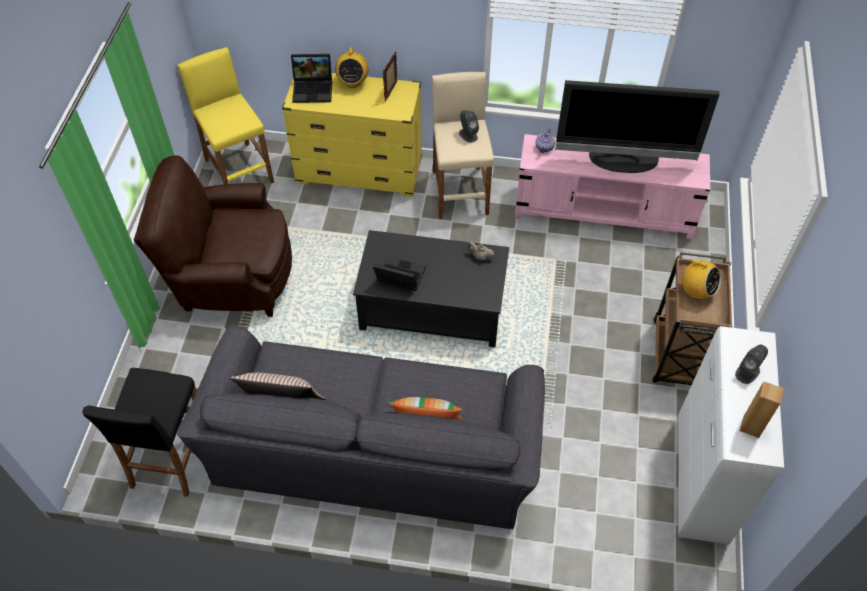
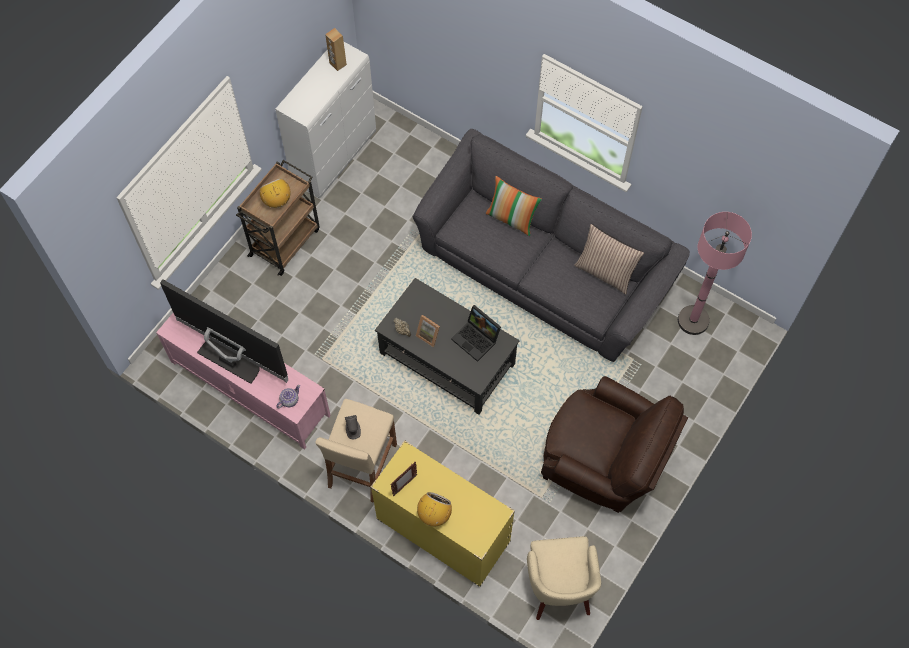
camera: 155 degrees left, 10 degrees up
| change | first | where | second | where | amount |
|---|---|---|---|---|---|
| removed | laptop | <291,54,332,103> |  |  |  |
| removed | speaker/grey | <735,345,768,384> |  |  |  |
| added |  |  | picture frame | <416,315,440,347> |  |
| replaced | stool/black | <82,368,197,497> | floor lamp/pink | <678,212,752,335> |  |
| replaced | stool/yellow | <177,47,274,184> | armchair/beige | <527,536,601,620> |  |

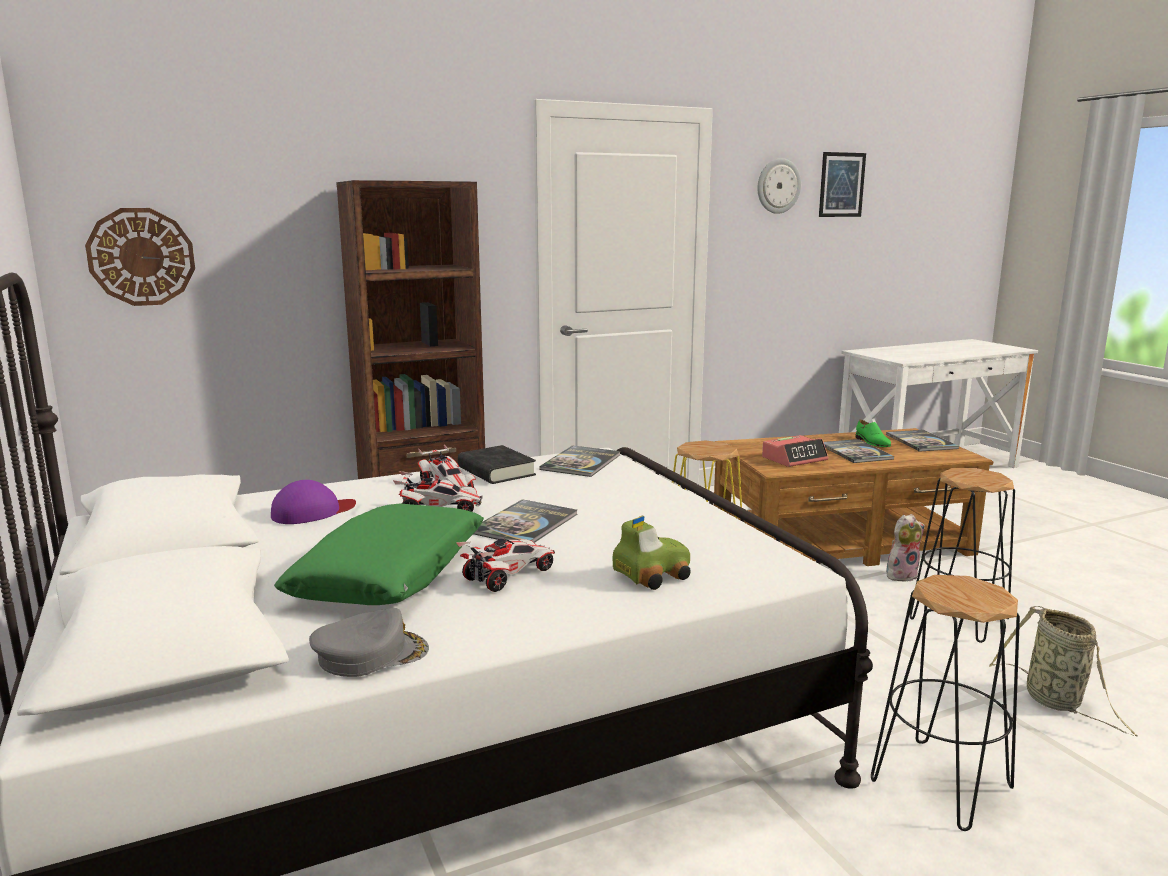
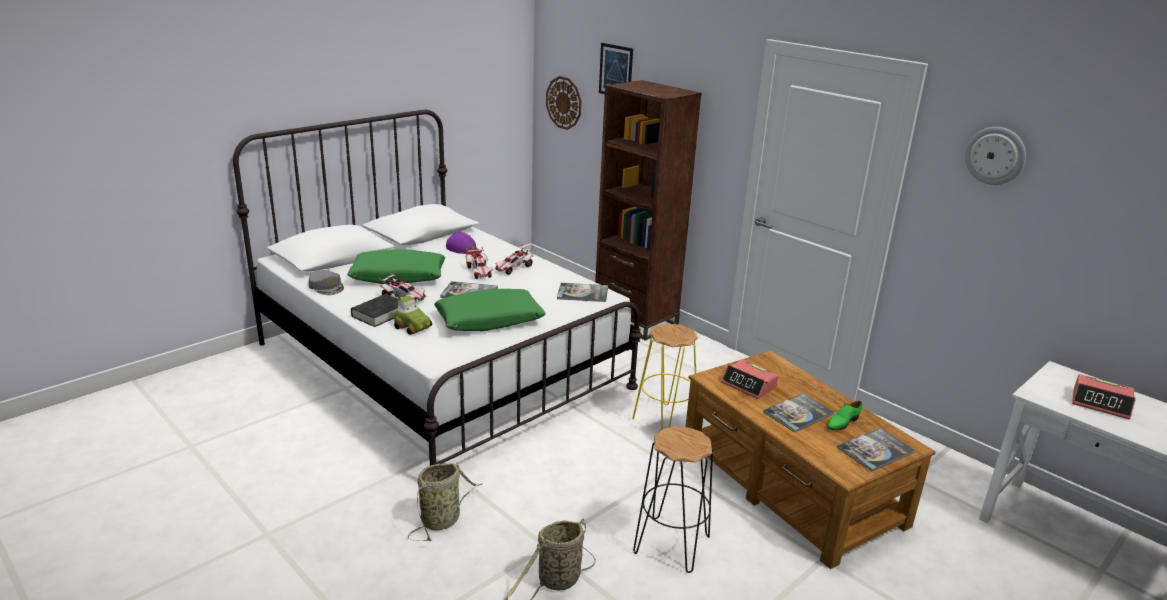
camera: 70 degrees right, 10 degrees up
| change | first | where | second | where | amount |
|---|---|---|---|---|---|
| removed | plush toy | <886,514,925,581> |  |  |  |
| added |  |  | pillow/green | <434,289,546,331> |  |
| added |  |  | alarm clock | <1072,374,1136,420> |  |
| moved | book/black | <458,445,536,484> |  | <351,294,398,327> |  |
| moved | picture | <819,152,866,217> |  | <599,43,633,94> |  |
| replaced | stool/black | <871,575,1020,831> | basket | <408,463,482,541> |  |

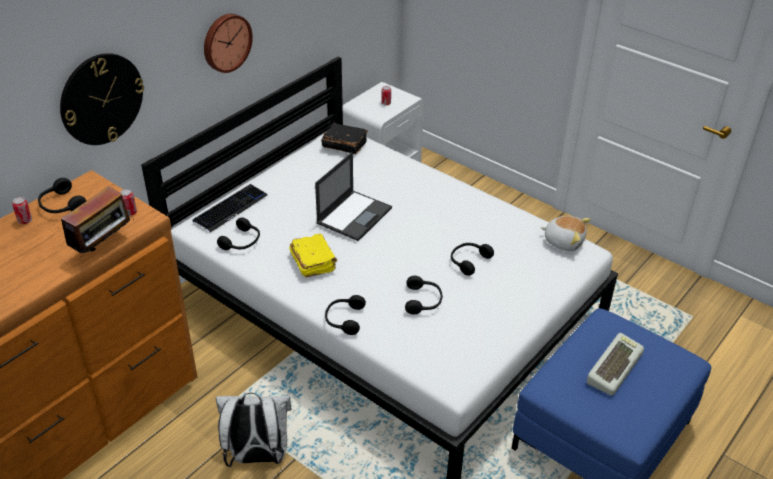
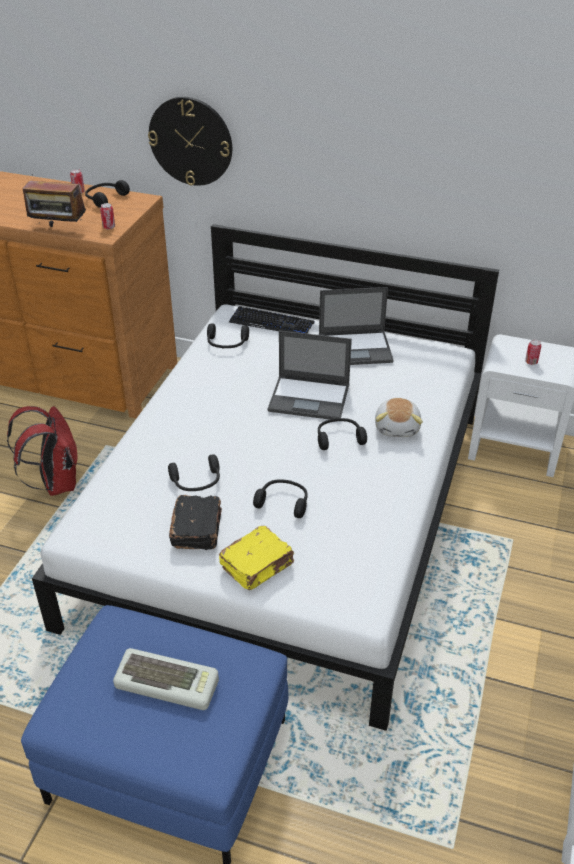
camera: 70 degrees right, 0 degrees up
| change | first | where | second | where | amount |
|---|---|---|---|---|---|
| removed | wall clock | <204,14,253,73> |  |  |  |
| added |  |  | laptop | <319,287,394,365> |  |
| moved | book/yellow | <289,234,337,277> |  | <219,526,294,590> |  |
| moved | book/black | <321,123,368,154> |  | <169,495,222,550> |  |
| moved | headphones/black | <325,295,366,335> |  | <318,418,367,450> |  |
| moved | plush toy | <541,216,591,251> |  | <375,398,423,437> |  |
| recoloured | backpack/white | <216,393,291,467> | backpack/red | <7,406,77,496> |  |

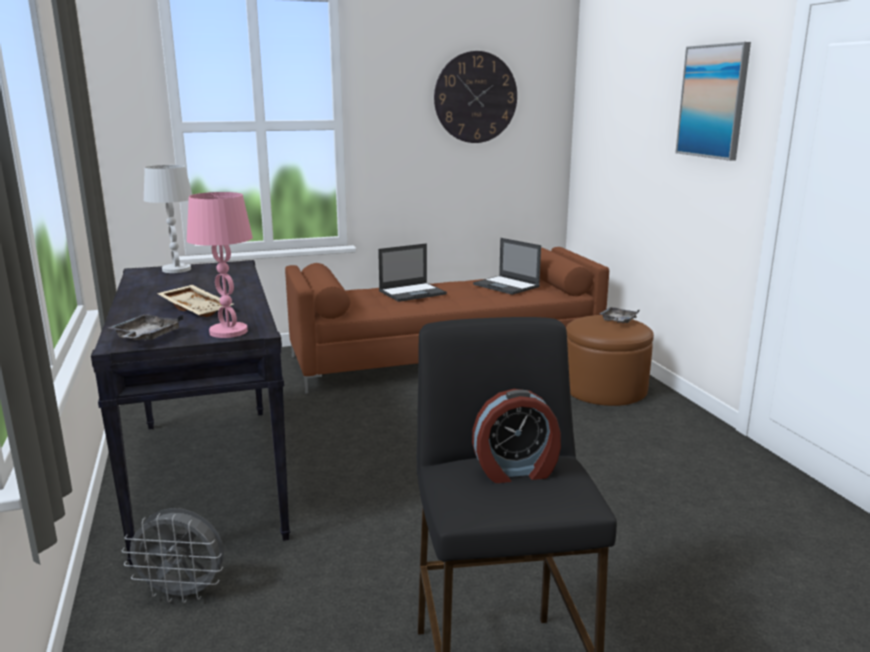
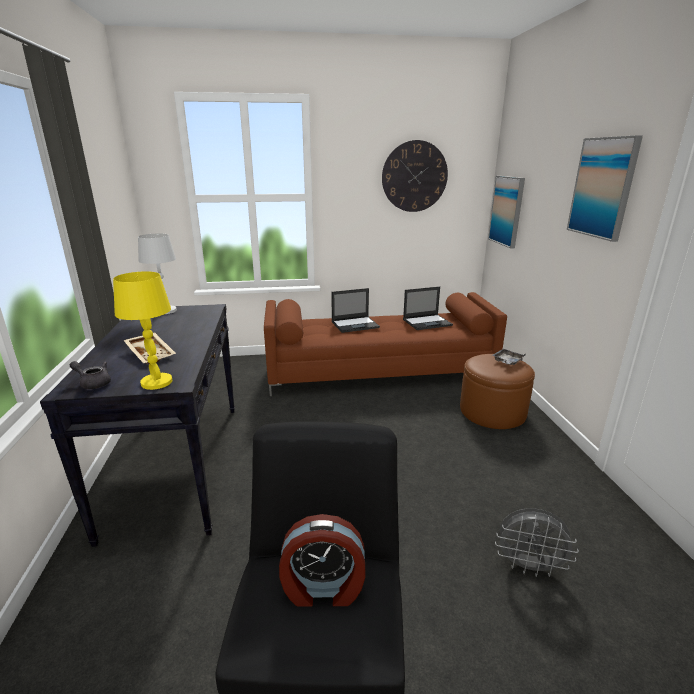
camera: 10 degrees right, 5 degrees up
| change | first | where | second | where | amount |
|---|---|---|---|---|---|
| added |  |  | picture | <488,176,525,249> |  |
| moved | fan/grey | <122,508,224,603> |  | <495,508,579,577> |  |
| replaced | tray/grey | <108,314,183,341> | teapot/grey | <70,361,111,389> |  |
| recoloured | table lamp/pink | <187,192,253,338> | table lamp/yellow | <113,271,172,390> |  |
| turned | laptop | <473,238,541,295> |  | <403,287,453,330> | 75 degrees counterclockwise |

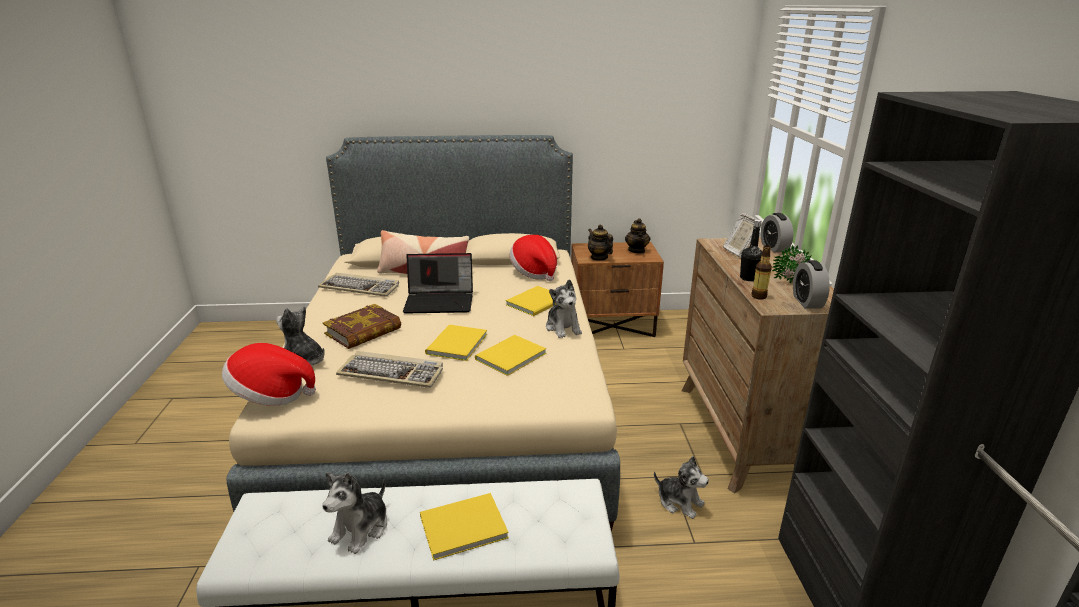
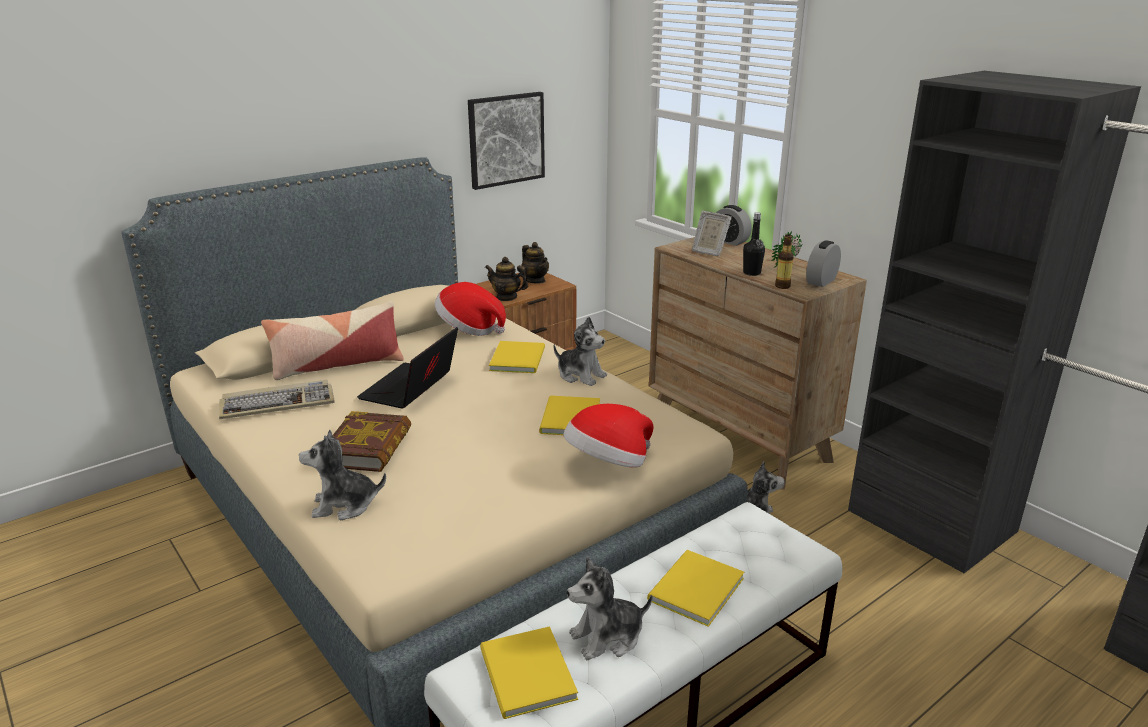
camera: 35 degrees left, 0 degrees up
| change | first | where | second | where | amount |
|---|---|---|---|---|---|
| removed | keyboard | <336,351,443,388> |  |  |  |
| added |  |  | picture | <468,92,545,190> |  |
| moved | hat | <222,343,316,406> |  | <563,404,653,468> |  |
| moved | book/yellow | <425,325,487,361> |  | <480,626,578,719> |  |
| turned | plush toy | <322,472,387,554> |  | <567,557,652,660> | 75 degrees clockwise |
| turned | laptop | <403,253,473,314> |  | <357,327,458,409> | 150 degrees clockwise |
| turned | alarm clock | <793,260,830,309> |  | <806,240,841,287> | 75 degrees clockwise |

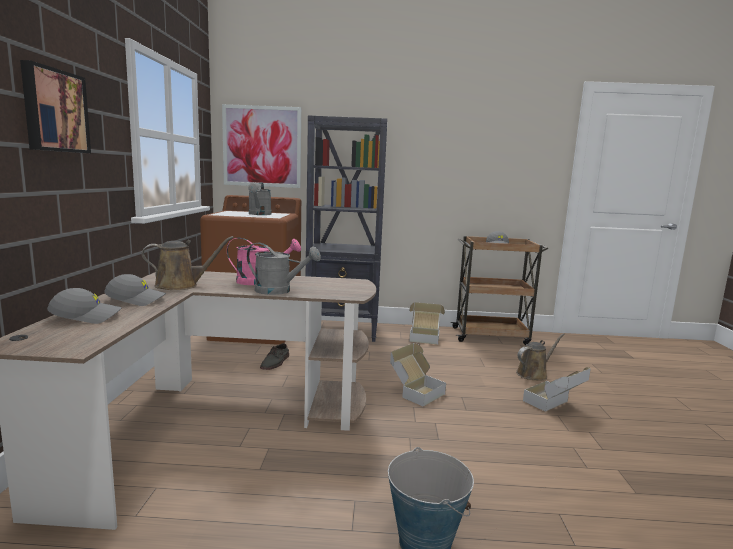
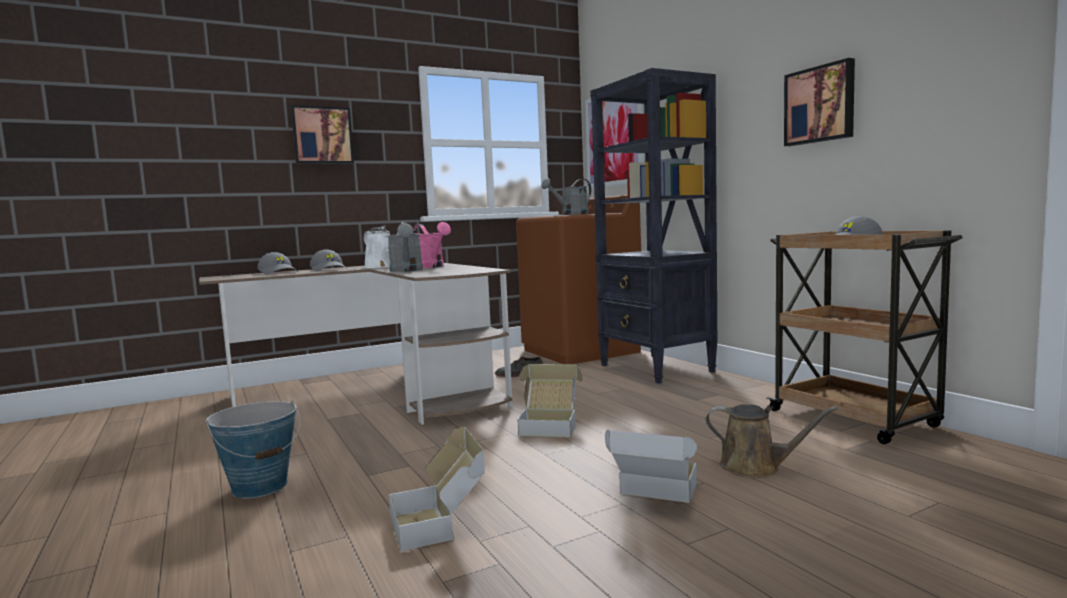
camera: 60 degrees right, 5 degrees down
| change | first | where | second | where | amount |
|---|---|---|---|---|---|
| added |  |  | picture | <784,58,855,146> |  |
| moved | cardboard box | <409,302,445,345> |  | <389,427,485,551> |  |
| recoloured | watering can/brown | <141,236,234,290> | watering can/white | <363,221,405,268> |  |

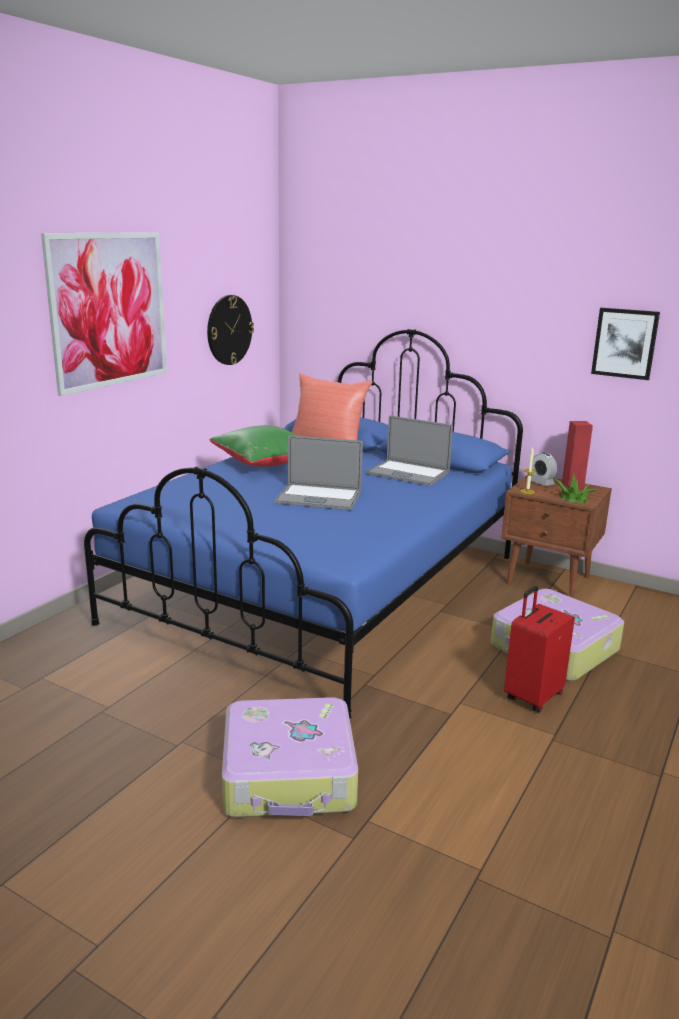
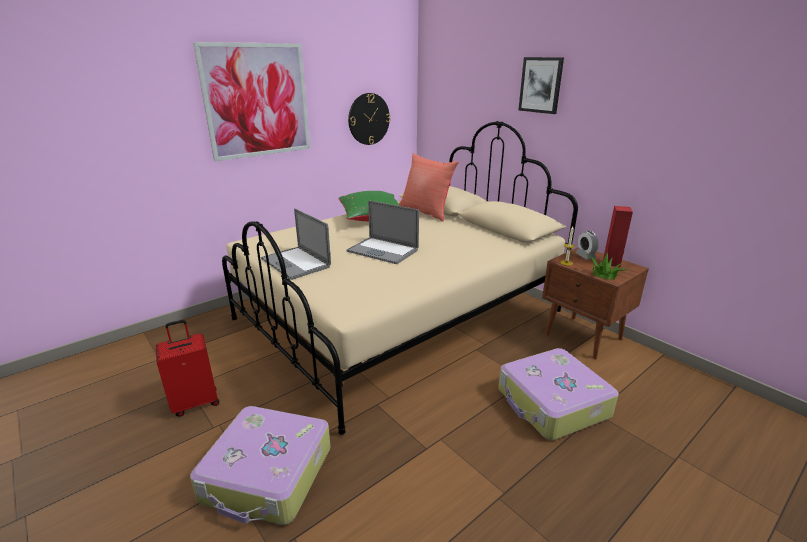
camera: 20 degrees right, 5 degrees up
| change | first | where | second | where | amount |
|---|---|---|---|---|---|
| moved | laptop | <366,415,453,486> |  | <261,208,331,280> |  |
| moved | suitcase/red | <504,586,575,712> |  | <156,320,219,417> |  |
| moved | picture | <591,308,660,380> |  | <519,57,564,114> |  |
| recoloured | bed/blue | <84,329,523,719> | bed/beige | <222,121,578,435> |  |

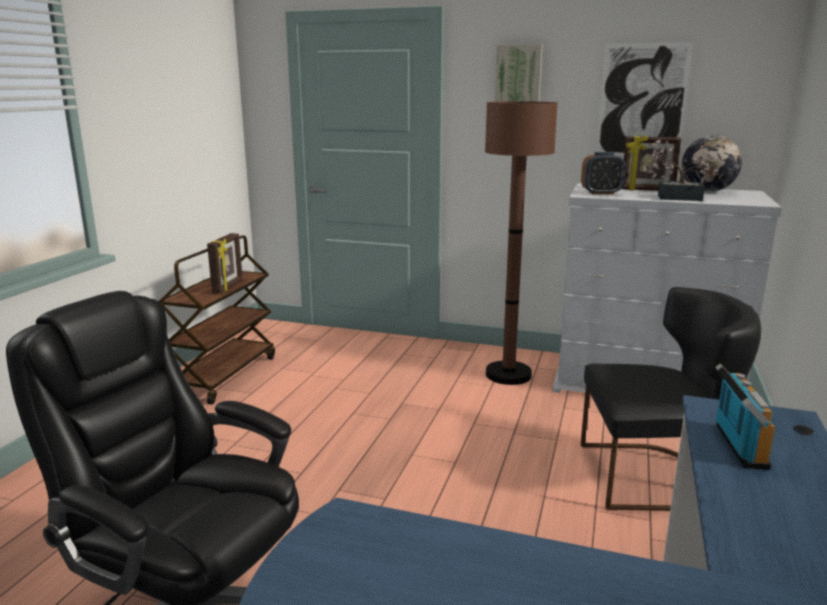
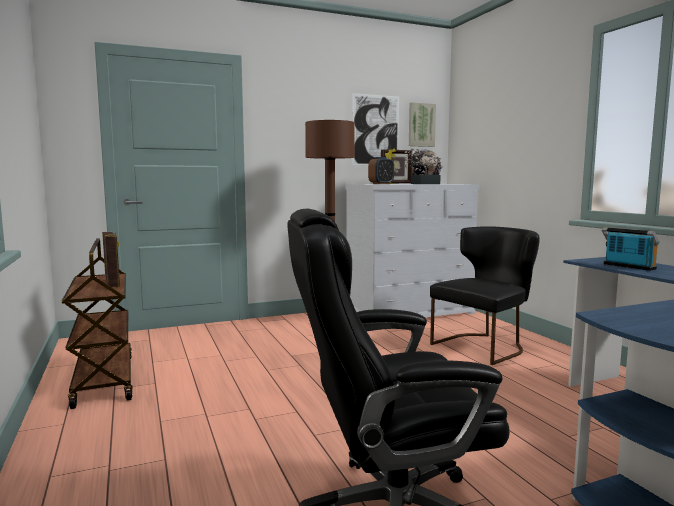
camera: 40 degrees left, 10 degrees down
| change | first | where | second | where | amount |
|---|---|---|---|---|---|
| moved | picture | <495,44,543,102> |  | <409,102,436,147> |  |

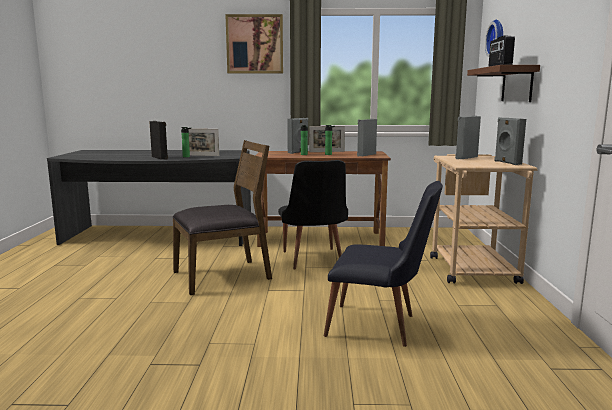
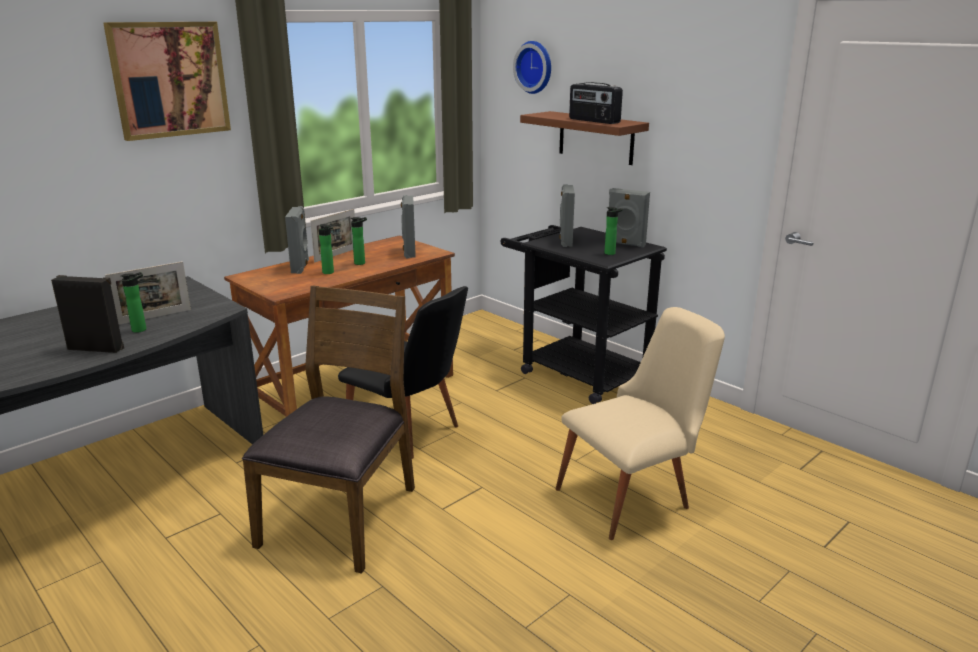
camera: 45 degrees left, 10 degrees up
| change | first | where | second | where | amount |
|---|---|---|---|---|---|
| added |  |  | bottle | <604,207,623,255> |  |
| recoloured | chair/black | <324,181,443,347> | chair/beige | <555,307,725,540> |  |
| recoloured | cart/beige | <430,154,538,284> | cart/black | <500,225,667,404> |  |

